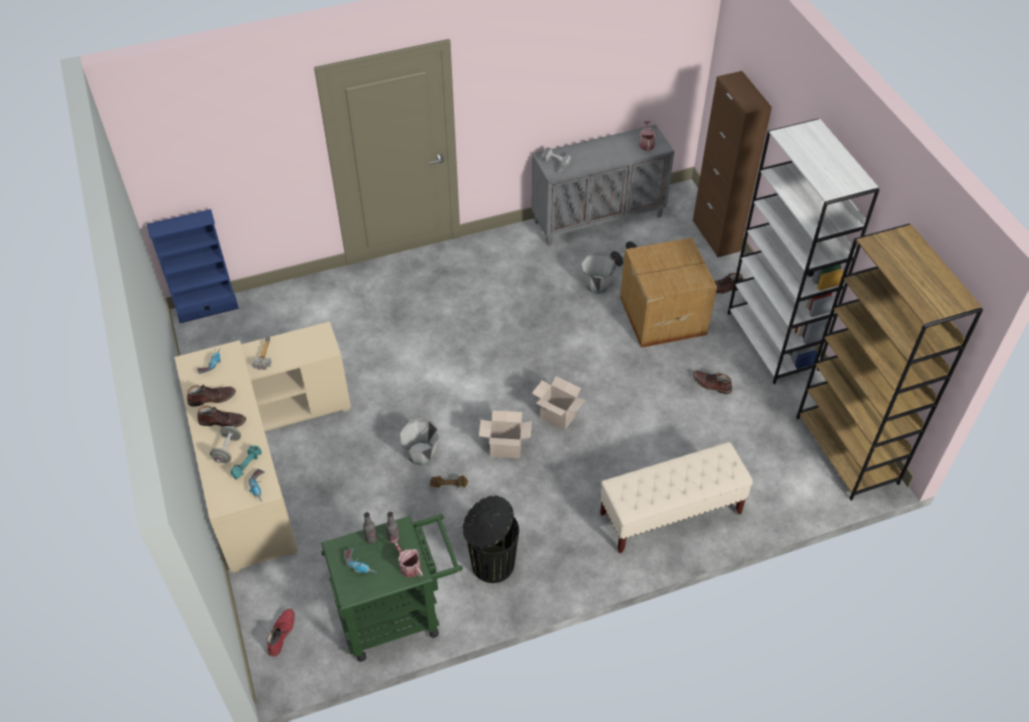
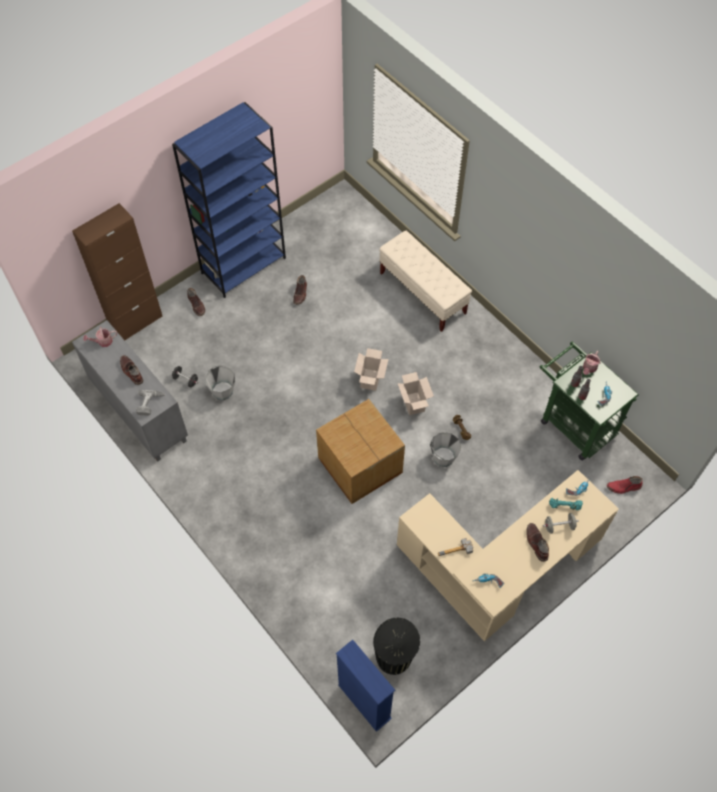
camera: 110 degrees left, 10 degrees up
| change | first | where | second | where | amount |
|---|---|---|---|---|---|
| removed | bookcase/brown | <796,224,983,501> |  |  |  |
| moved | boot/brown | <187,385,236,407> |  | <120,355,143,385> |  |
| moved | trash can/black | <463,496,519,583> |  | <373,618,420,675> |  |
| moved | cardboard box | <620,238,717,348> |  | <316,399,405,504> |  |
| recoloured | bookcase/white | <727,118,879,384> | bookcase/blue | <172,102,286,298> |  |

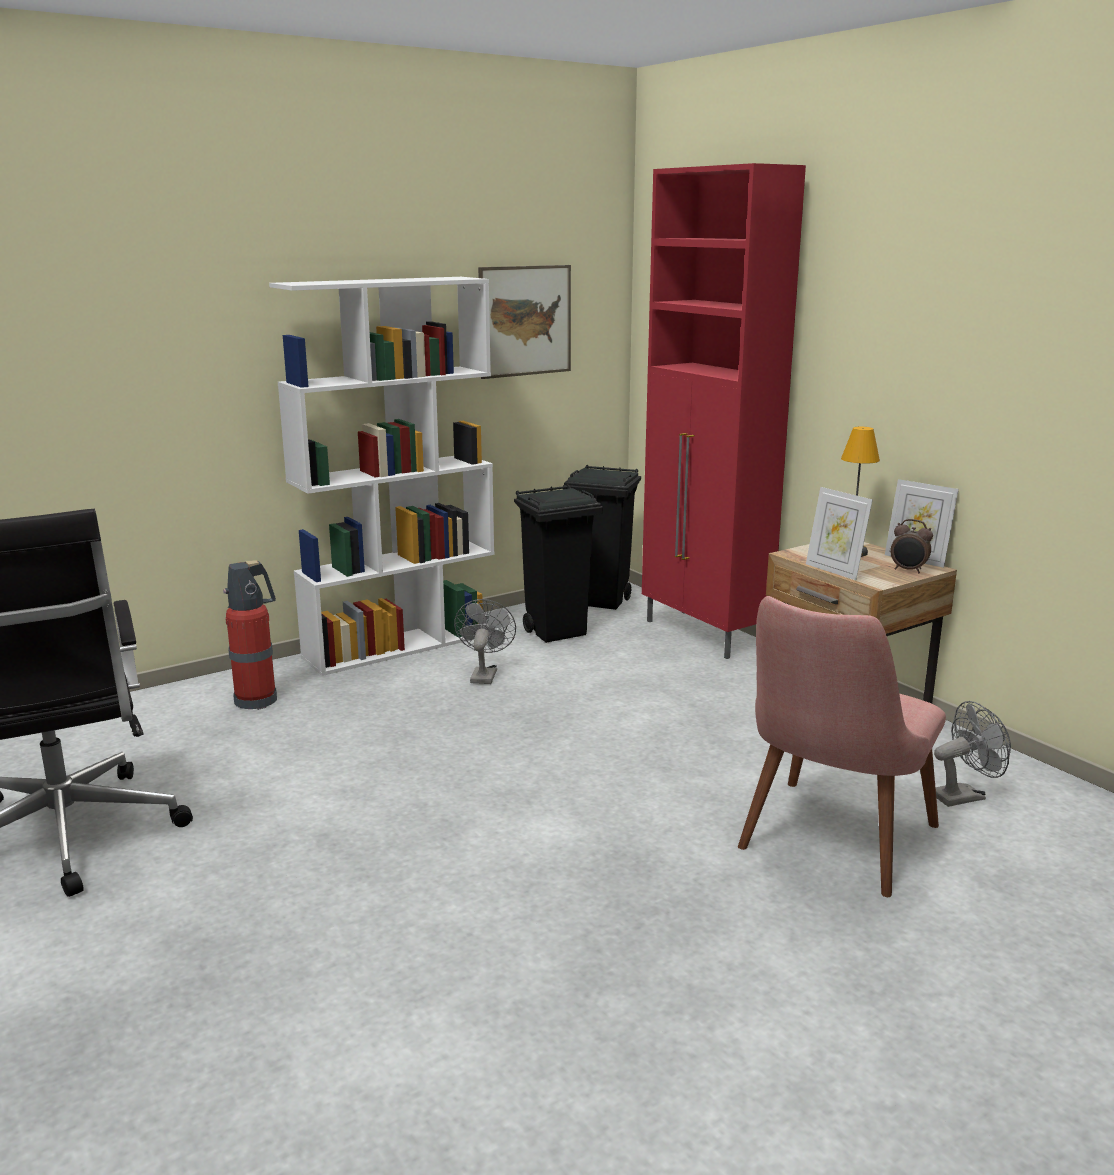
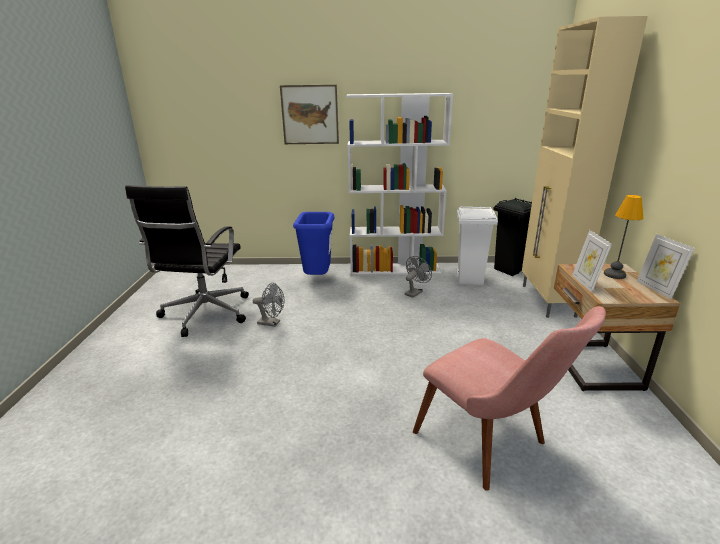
camera: 35 degrees right, 5 degrees up
| change | first | where | second | where | amount |
|---|---|---|---|---|---|
| removed | alarm clock | <890,519,933,573> |  |  |  |
| moved | picture | <478,265,571,379> |  | <280,85,339,144> |  |
| moved | fan/grey | <934,701,1011,807> |  | <253,283,284,327> |  |
| replaced | fire extinguisher | <223,560,277,710> | trash can/blue | <293,212,335,275> |  |
| recoloured | trash can/black | <514,485,603,643> | trash can/white | <456,206,498,285> |  |
| recoloured | cabinet/red | <642,163,806,659> | cabinet/beige | <522,16,648,318> |  |
| turned | chair/pink | <738,596,946,897> |  | <413,306,606,491> | 105 degrees counterclockwise |

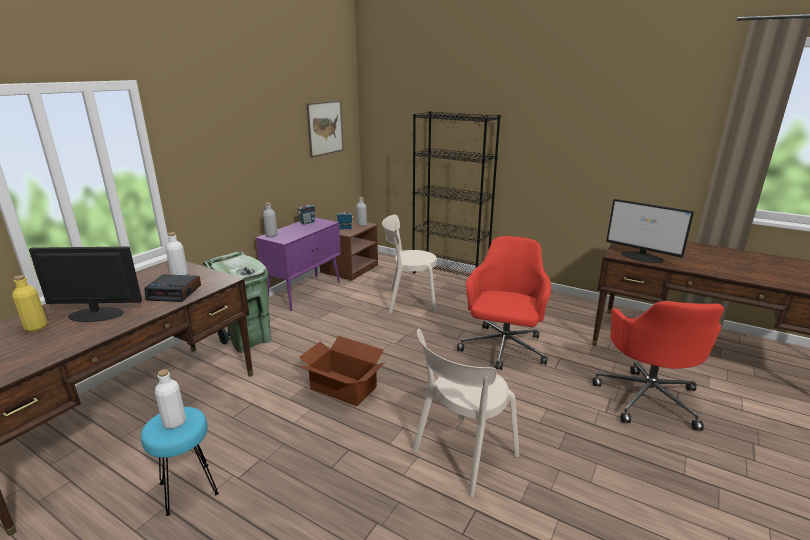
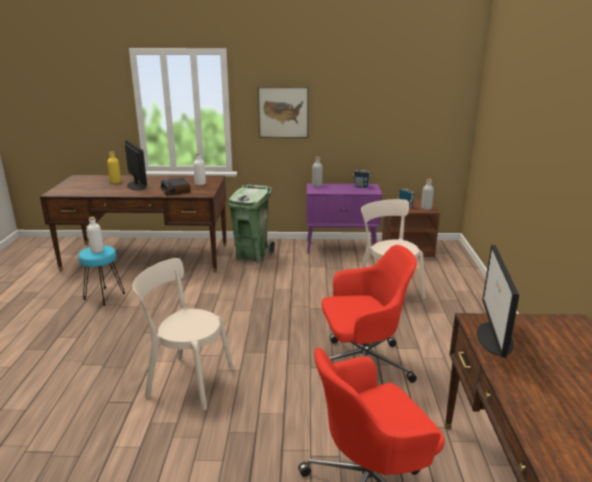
camera: 60 degrees right, 0 degrees up
| change | first | where | second | where | amount |
|---|---|---|---|---|---|
| removed | cardboard box | <299,336,386,407> |  |  |  |
| removed | bookcase/black | <412,111,501,277> |  |  |  |
| moved | picture | <306,100,343,158> |  | <257,86,309,138> |  |

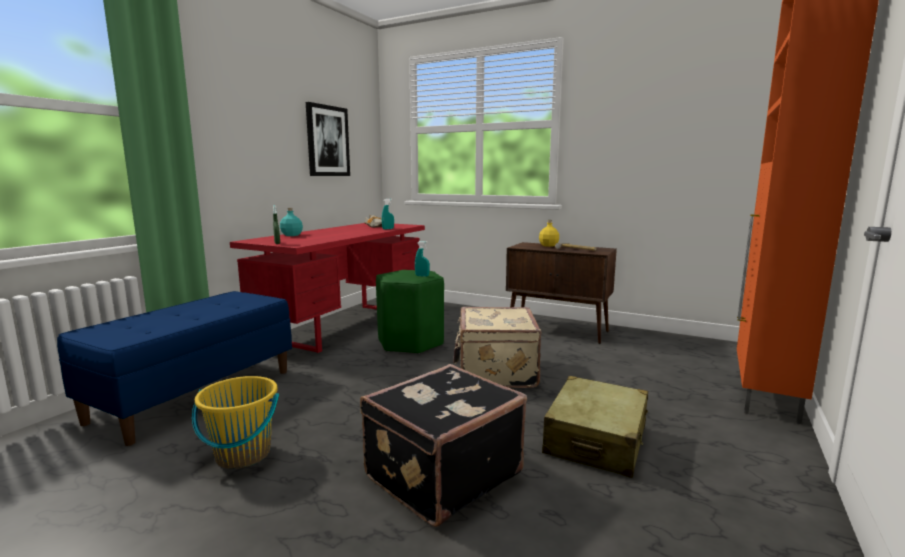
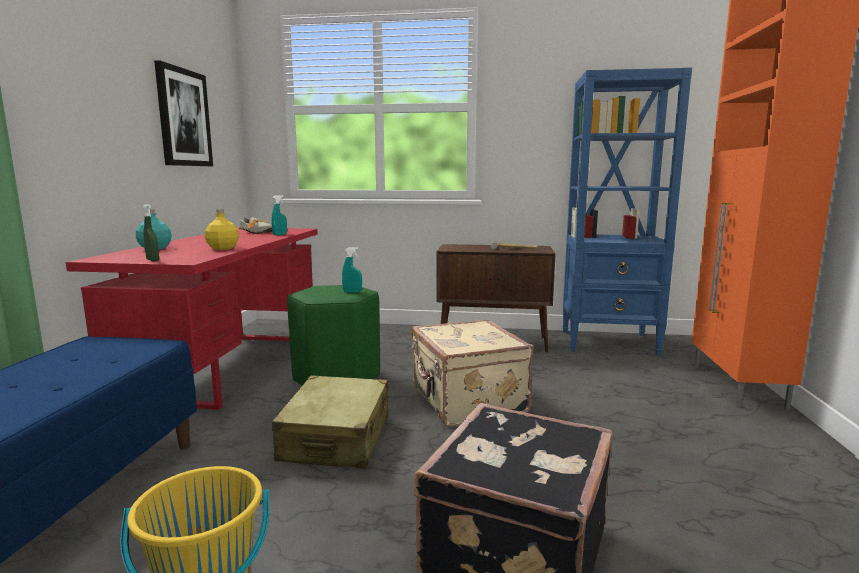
camera: 20 degrees left, 0 degrees up
| change | first | where | second | where | amount |
|---|---|---|---|---|---|
| added |  |  | bookcase/blue | <562,67,692,355> |  |
| moved | bottle/yellow | <539,220,559,247> |  | <205,209,239,250> |  |
| moved | suitcase/beige | <542,376,648,478> |  | <272,376,389,469> |  |

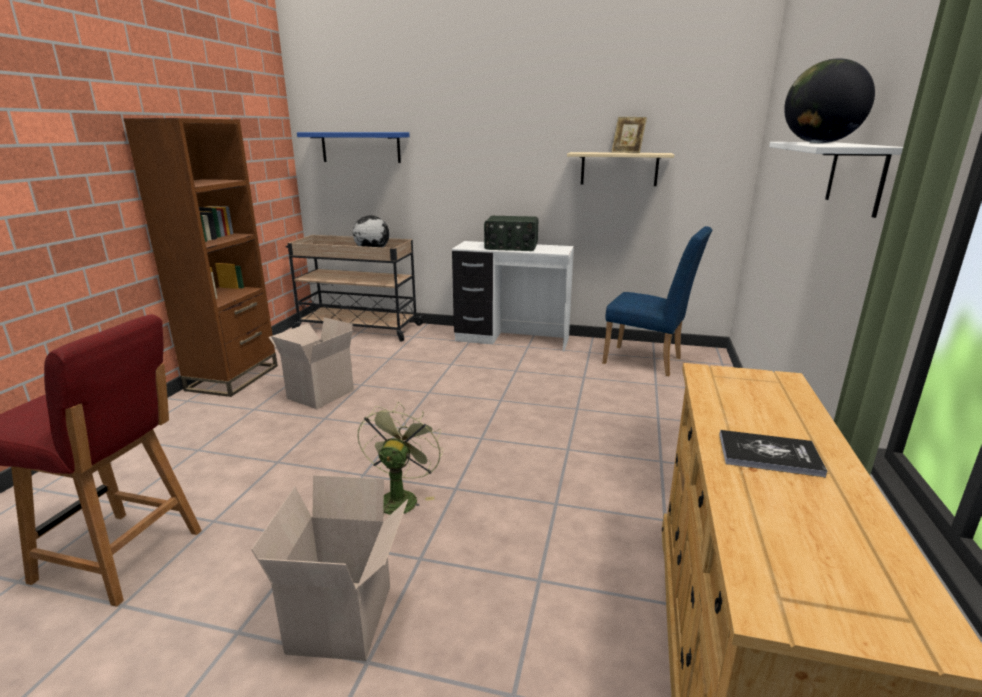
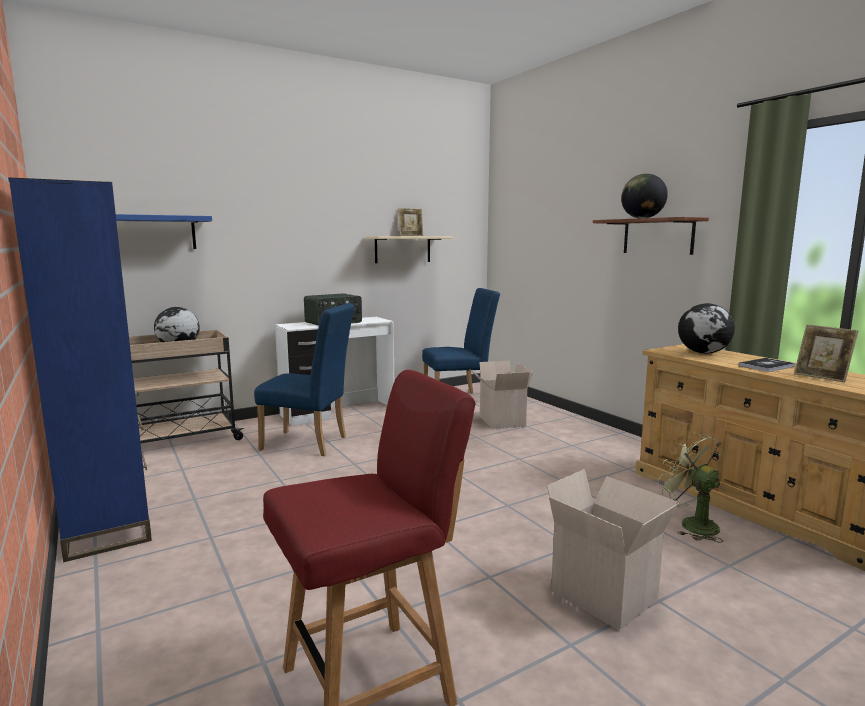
camera: 45 degrees left, 10 degrees down
| change | first | where | second | where | amount |
|---|---|---|---|---|---|
| added |  |  | chair/blue | <254,303,354,456> |  |
| added |  |  | globe | <678,303,735,354> |  |
| added |  |  | picture frame | <794,324,859,382> |  |
| moved | cardboard box | <269,317,354,409> |  | <470,361,533,429> |  |
| moved | fan/green | <357,402,443,516> |  | <658,432,723,543> |  |
| recoloured | bookcase/brown | <123,118,278,397> | bookcase/blue | <8,177,152,562> |  |
| recoloured | shelf/white | <769,142,903,218> | shelf/brown | <593,217,709,255> |  |

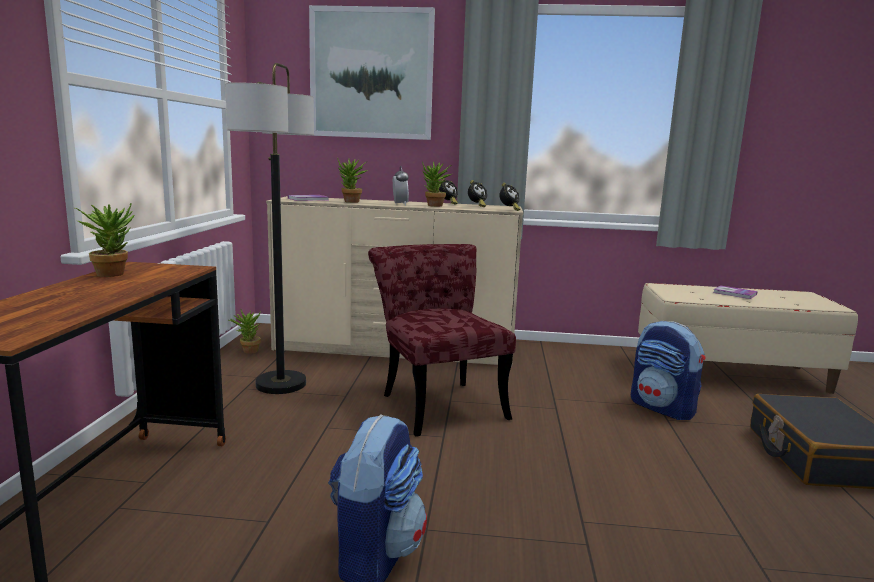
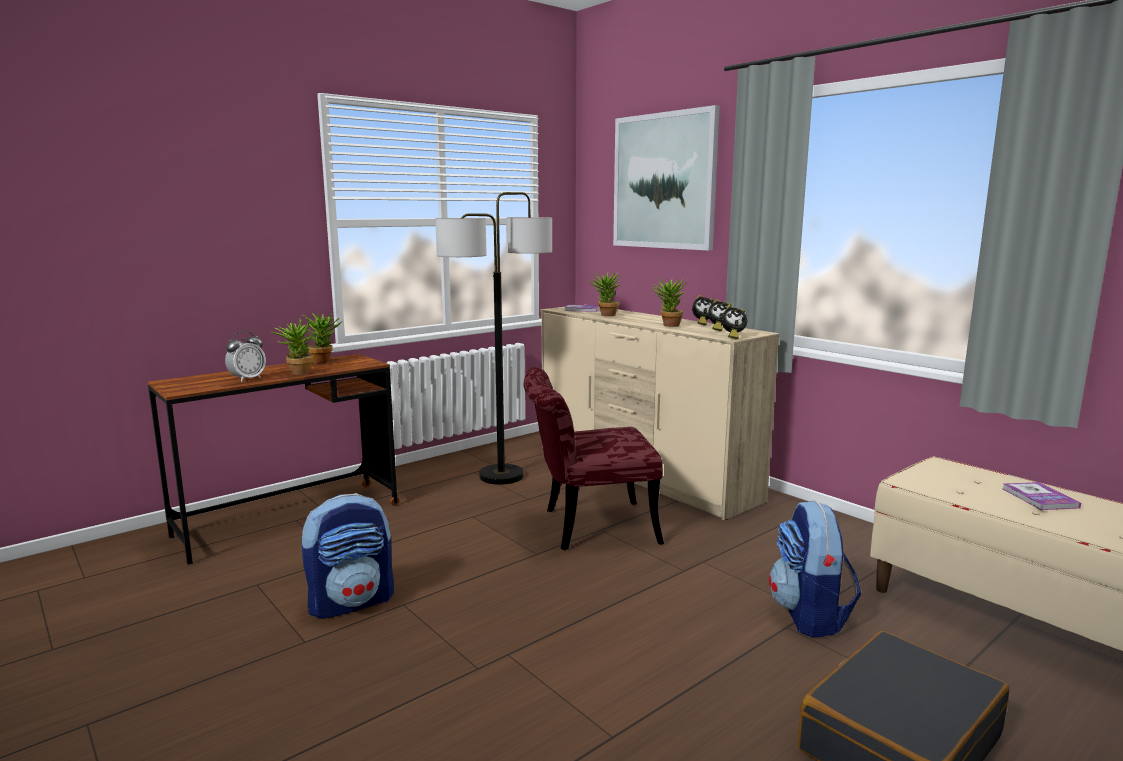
camera: 45 degrees right, 0 degrees up
| change | first | where | second | where | amount |
|---|---|---|---|---|---|
| moved | potted plant | <229,309,261,354> |  | <271,318,314,375> |  |
| moved | alarm clock | <393,166,409,206> |  | <225,331,266,382> |  |
| turned | chair/red | <368,244,516,437> |  | <523,367,664,550> | 120 degrees counterclockwise |

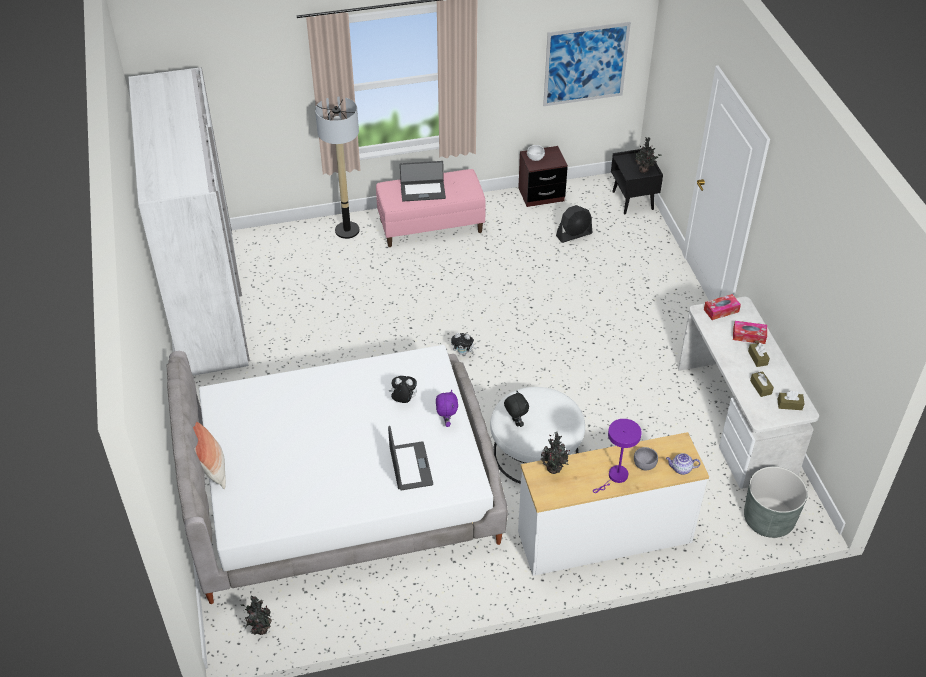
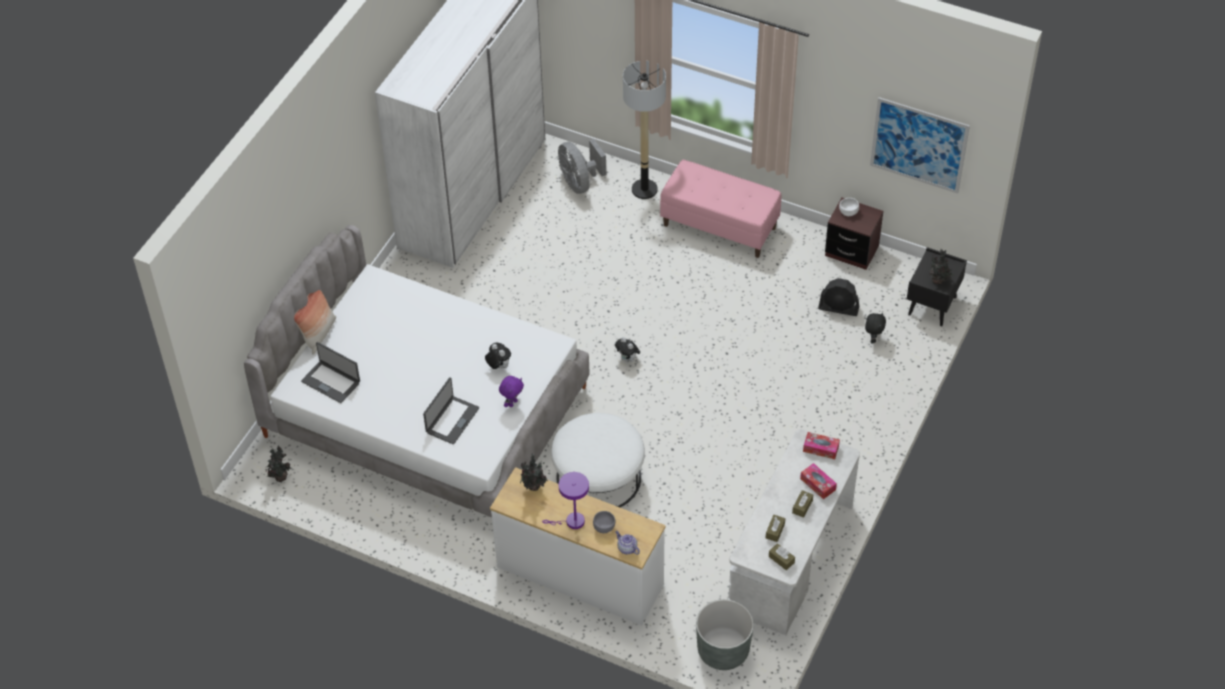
camera: 40 degrees right, 5 degrees up
| change | first | where | second | where | amount |
|---|---|---|---|---|---|
| added |  |  | fan/grey | <558,139,606,194> |  |
| moved | laptop | <400,161,446,201> |  | <301,342,360,403> |  |
| moved | plush toy/black | <504,391,529,427> |  | <865,312,886,344> |  |

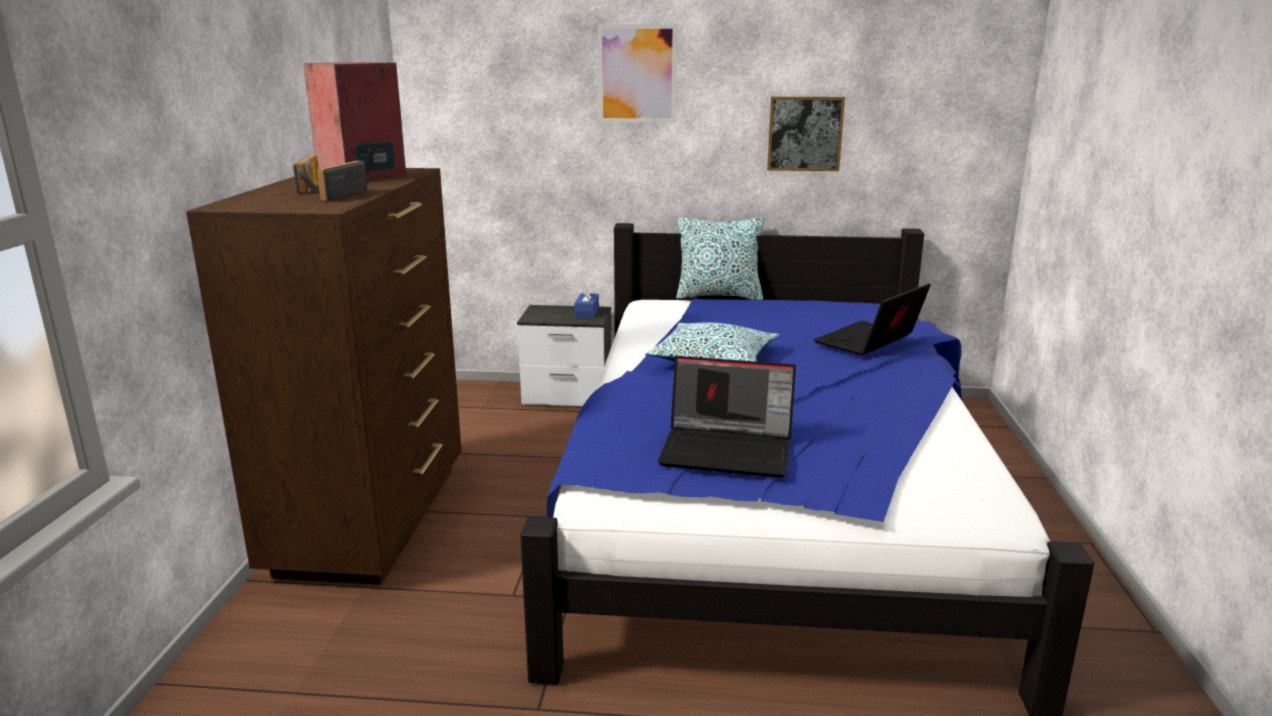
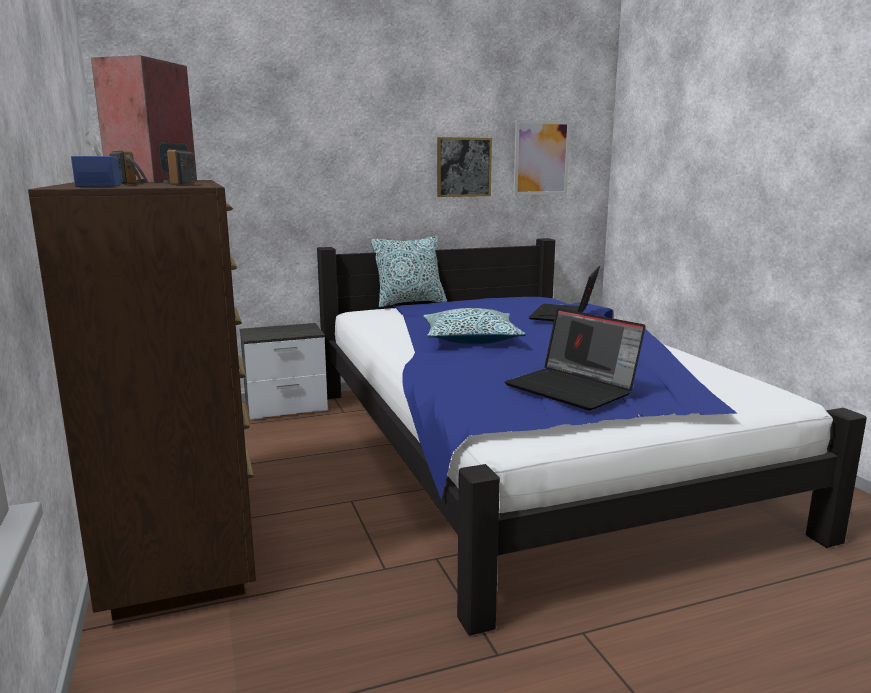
camera: 25 degrees left, 5 degrees down
| change | first | where | second | where | amount |
|---|---|---|---|---|---|
| moved | tissue box/blue | <575,284,599,318> |  | <71,128,121,187> |  |
| moved | picture | <598,24,677,123> |  | <514,120,570,195> |  |
| turned | laptop | <658,356,796,478> |  | <505,308,646,410> | 60 degrees clockwise |

